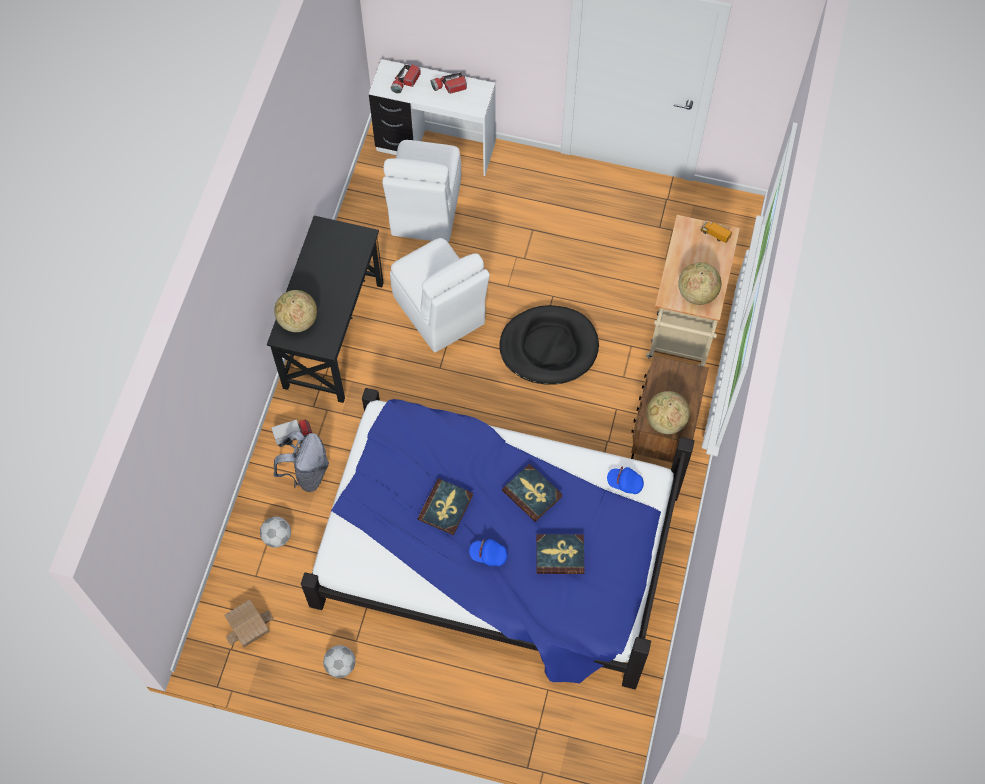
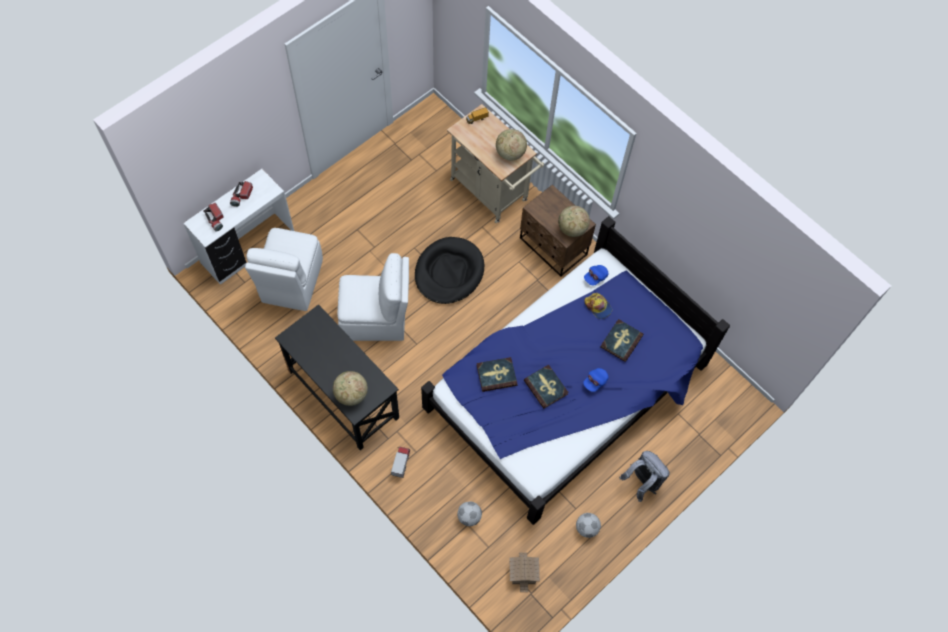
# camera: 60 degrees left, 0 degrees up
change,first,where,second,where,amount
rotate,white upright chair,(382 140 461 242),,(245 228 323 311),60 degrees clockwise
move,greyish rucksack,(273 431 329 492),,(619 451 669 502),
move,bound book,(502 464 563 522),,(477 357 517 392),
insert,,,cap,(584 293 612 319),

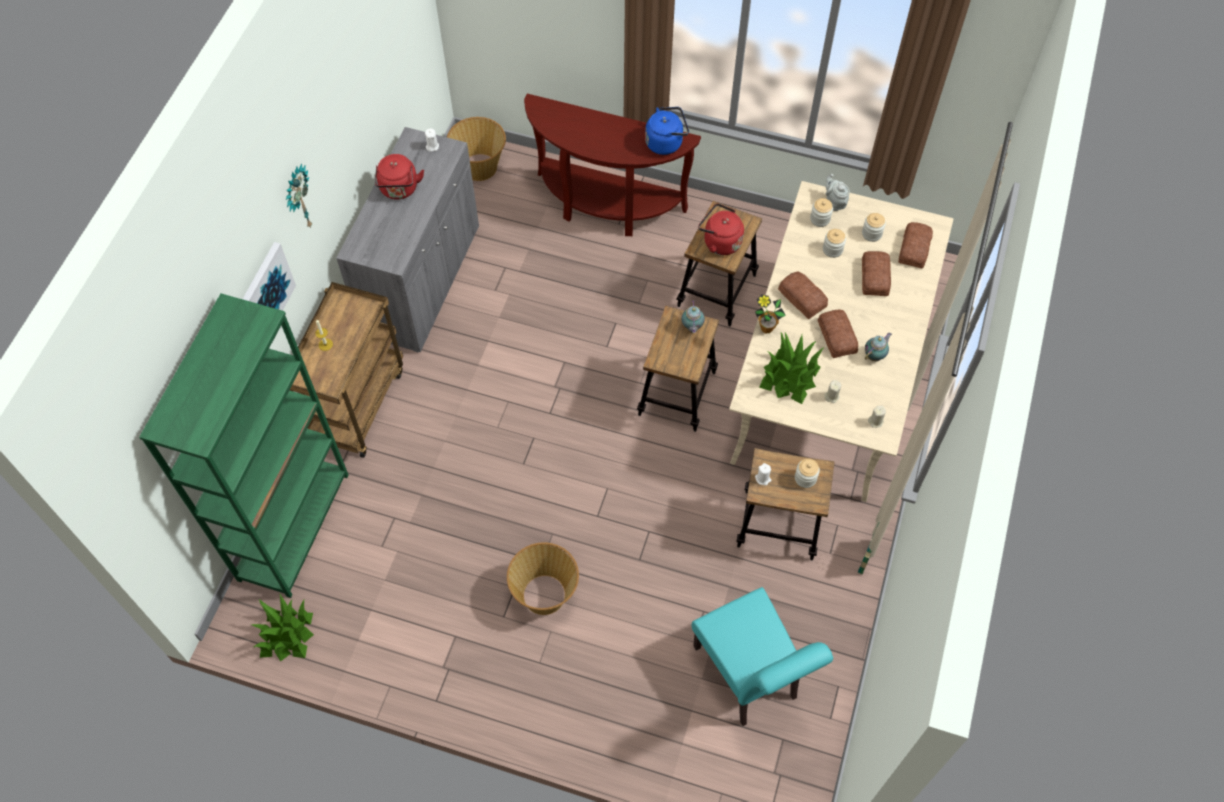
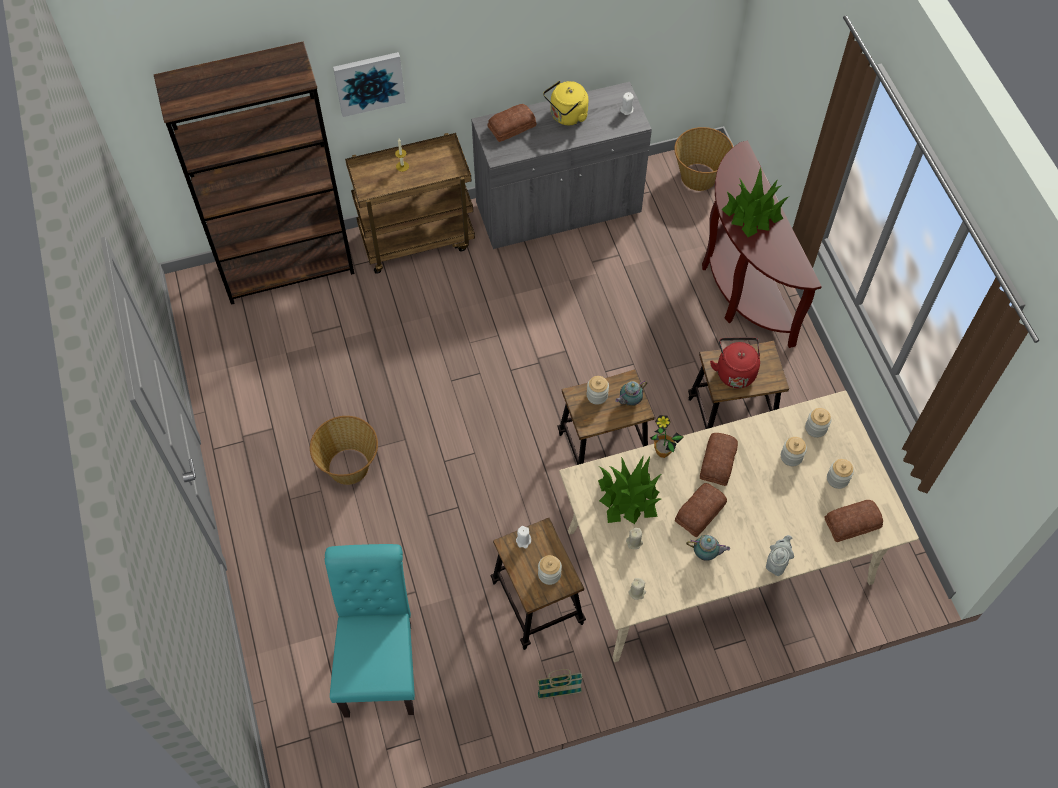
# camera: 55 degrees right, 0 degrees up
change,first,where,second,where,amount
delete,bluish tea kettle,(645 107 689 155),,,
recolor,reddish tea kettle,(375 154 424 200),yellow-coloured tea kettle,(543 81 588 125),
delete,hanging clock,(286 164 312 228),,,
move,greyish pot for tea,(826 174 850 211),,(766 535 794 576),
move,bread,(862 251 891 296),,(488 104 537 142),
recolor,greenish shelving unit,(139 294 349 598),brown-coloured shelving unit,(153 41 354 305),
rotate,turquoise-coloured upright chair,(692 587 833 726),,(325 544 415 718),150 degrees clockwise
move,plant in a pot,(252 594 314 661),,(721 167 788 237),
insert,,,jar,(587 376 609 405),

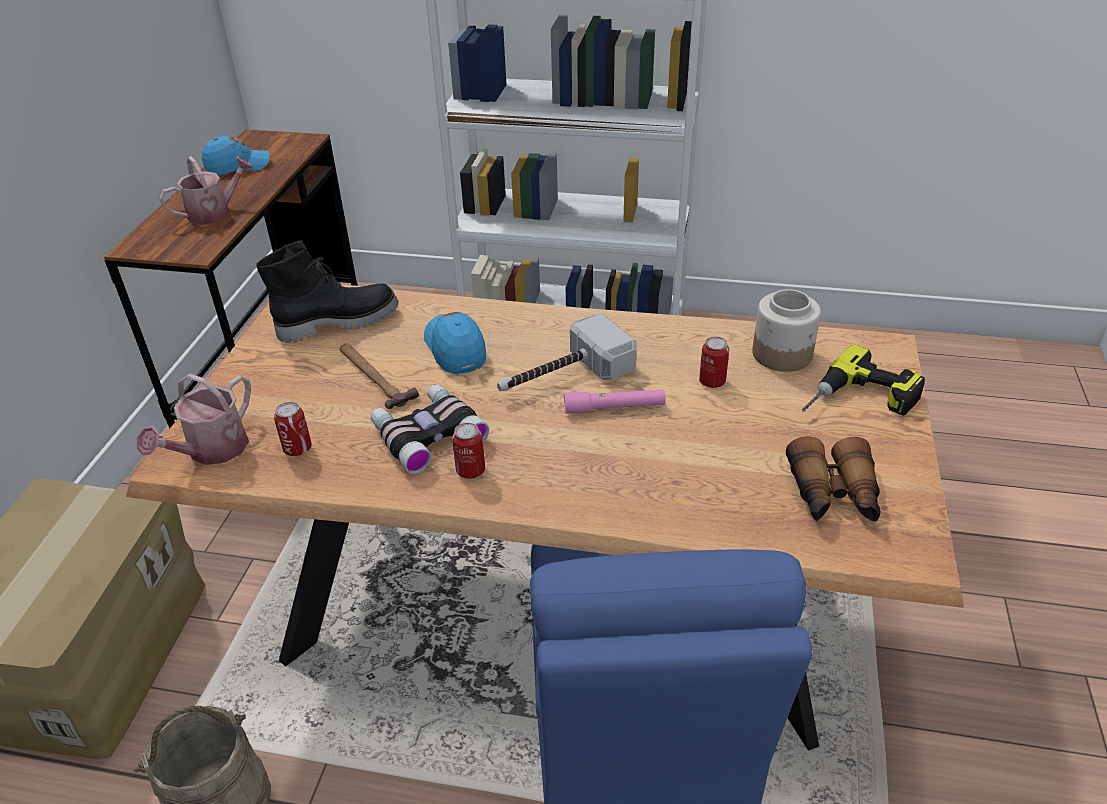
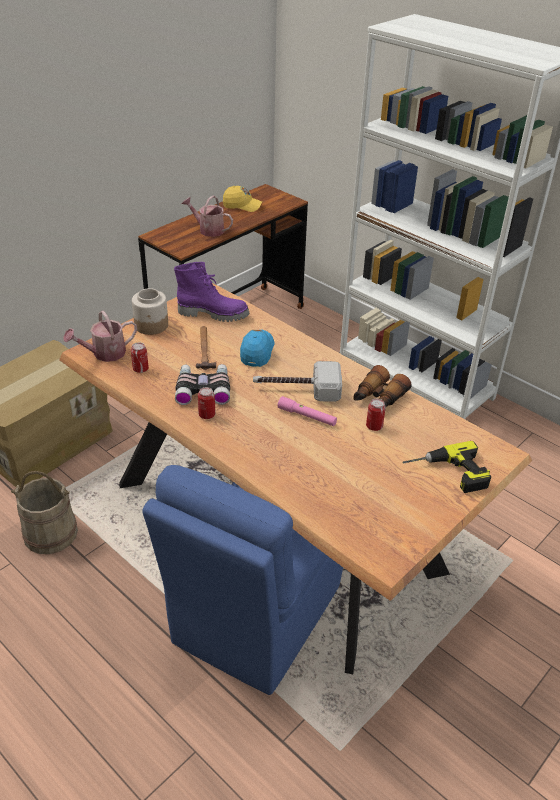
# camera: 30 degrees right, 0 degrees up
change,first,where,second,where,amount
recolor,bluish cap,(202 136 269 176),yellow-coloured cap,(223 186 262 212),
rotate,sprinkling can,(159 156 254 225),,(182 195 233 237),150 degrees counterclockwise
recolor,blackish tall boot,(256 240 399 343),purple-coloured tall boot,(174 262 249 322),
move,jar,(752 289 821 372),,(132 288 168 335),
move,binoculars,(786 436 881 522),,(354 365 412 407),

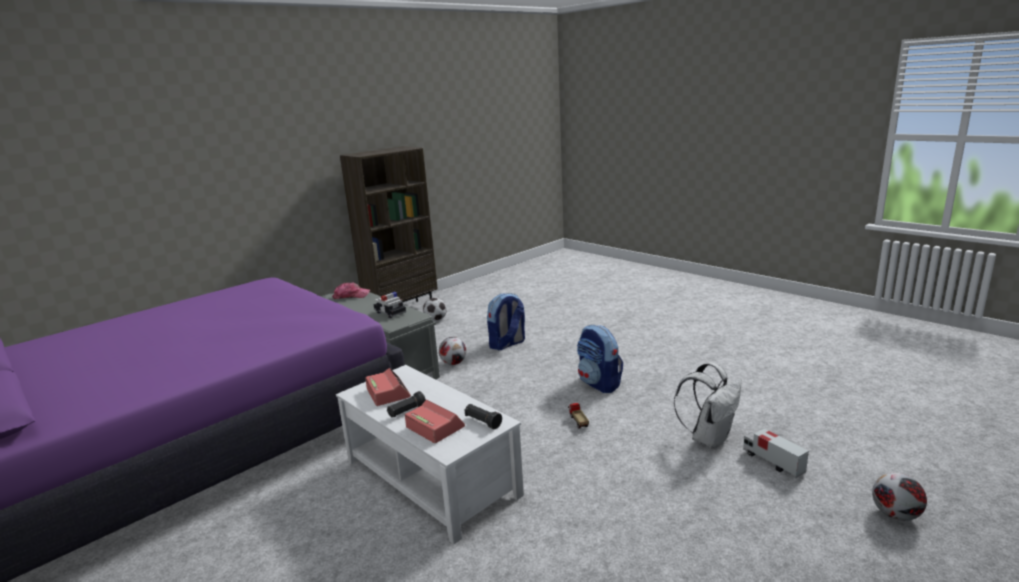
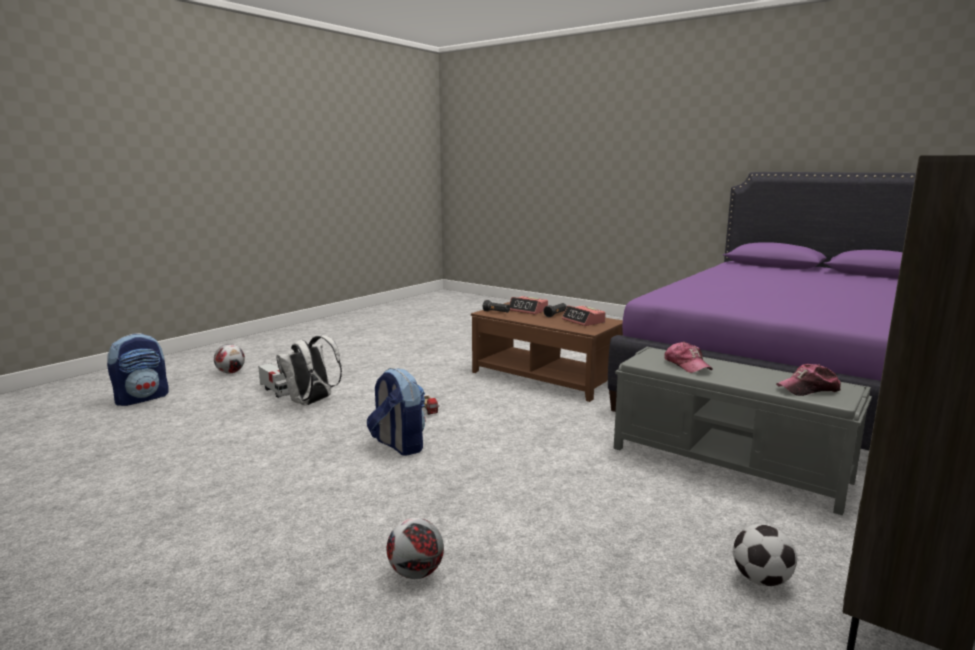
# camera: 170 degrees right, 5 degrees down
change,first,where,second,where,amount
replace,toy car,(373 292 406 318),cap,(664 342 713 373),
move,rucksack,(487 293 525 350),,(107 333 169 406),
move,ball for football,(439 337 466 365),,(387 518 444 579),
recolor,white low table,(336 365 524 544),brown-coloured low table,(471 302 623 402),

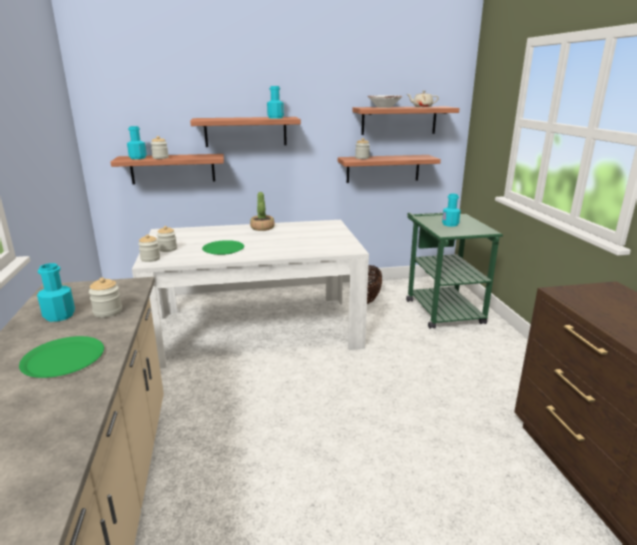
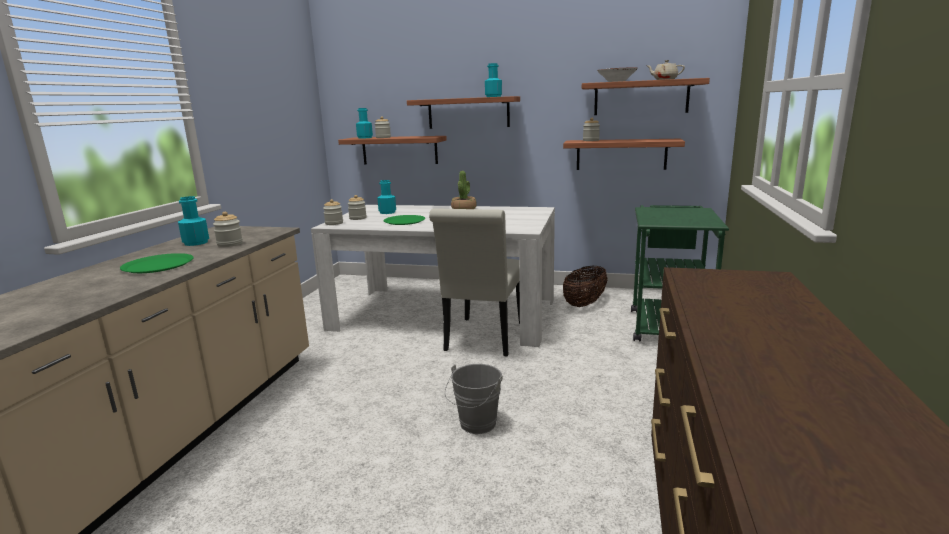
# camera: 25 degrees right, 5 degrees down
change,first,where,second,where,amount
move,turquoise-coloured drink bottle,(442 194 460 227),,(377 180 396 214),
insert,,,white upright chair,(429 208 520 357),
insert,,,greyish water bucket,(445 364 503 434),

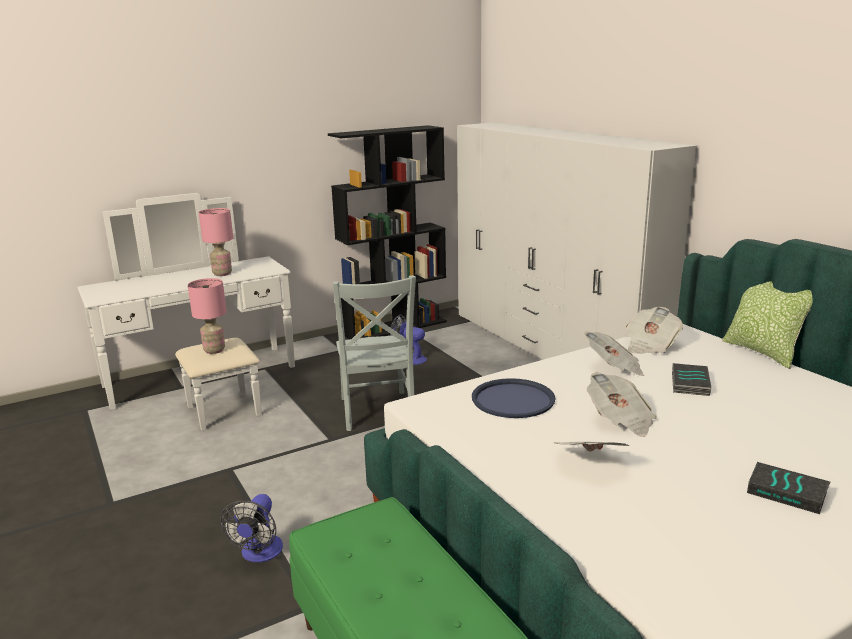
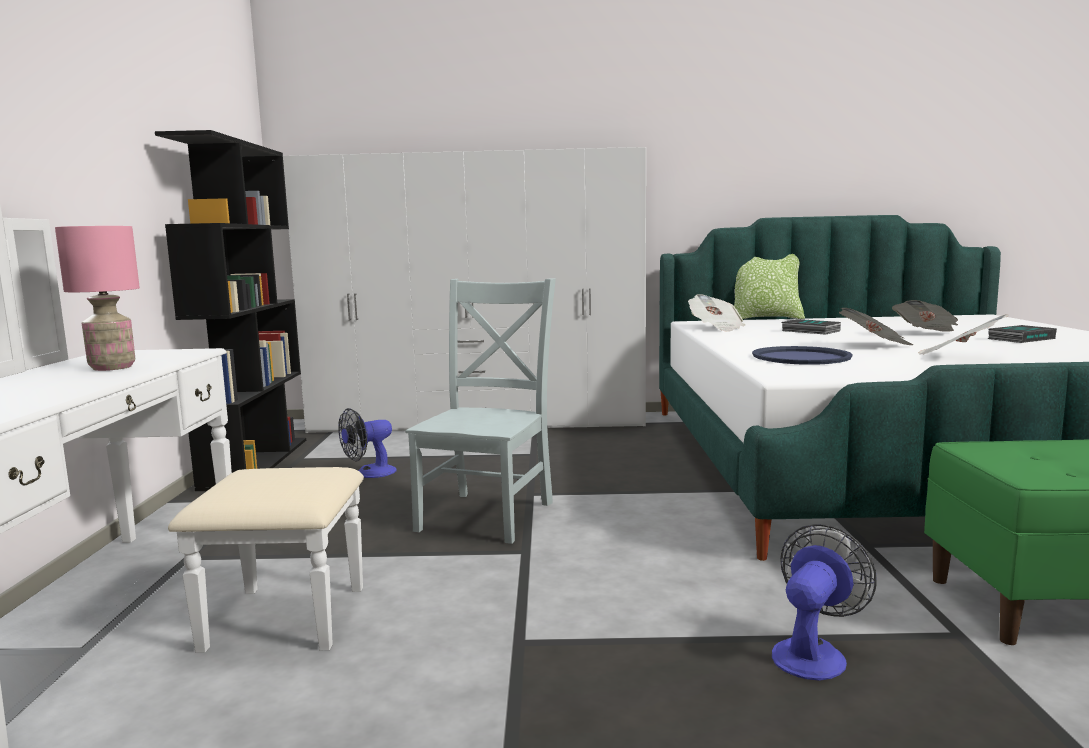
# camera: 60 degrees left, 10 degrees down
change,first,where,second,where,amount
rotate,greyish upright chair,(333 275 416 431),,(405 278 556 544),90 degrees counterclockwise
delete,pinkish tabletop lamp,(188 278 227 354),,,
move,newspaper,(585 332 644 376),,(892 300 958 332),
rotate,electric fan,(220 494 283 562),,(772 524 877 681),90 degrees counterclockwise

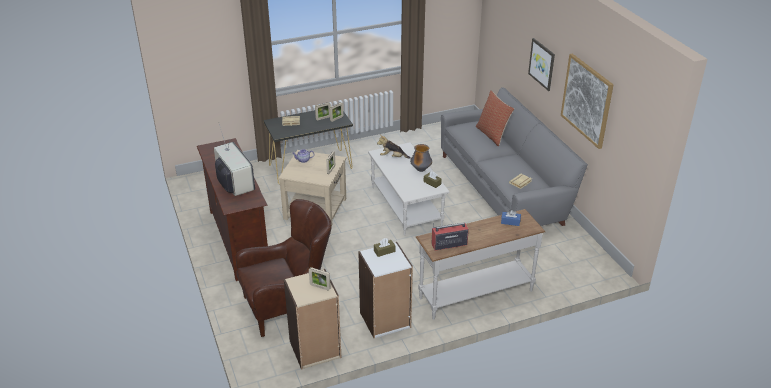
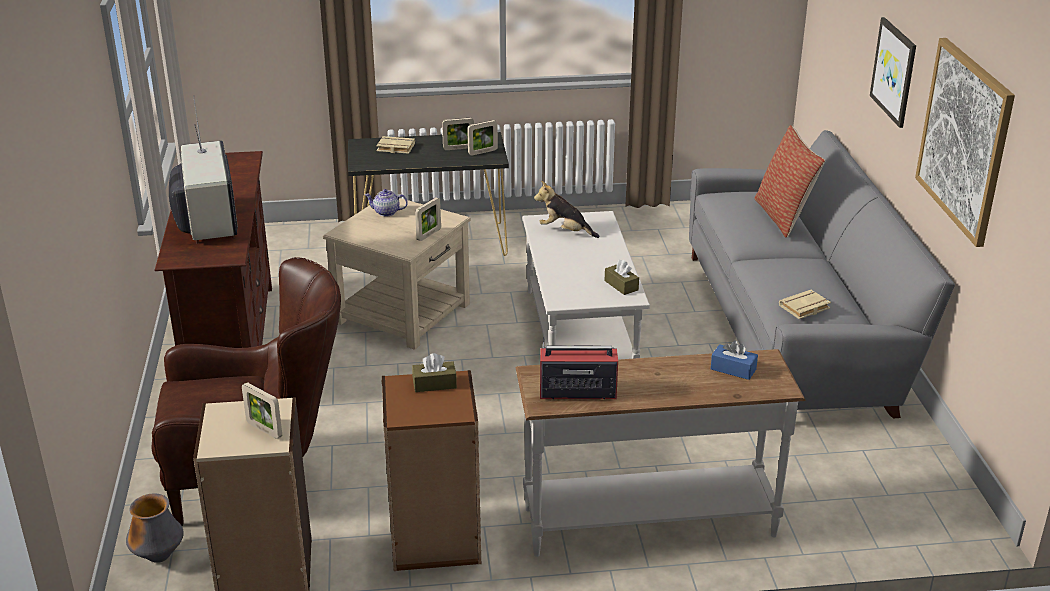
# camera: 15 degrees right, 5 degrees down
change,first,where,second,where,amount
move,vase,(410 144 432 172),,(126 494 184 563),
recolor,white shelving unit,(358 242 413 338),brown-coloured shelving unit,(382 370 481 571),

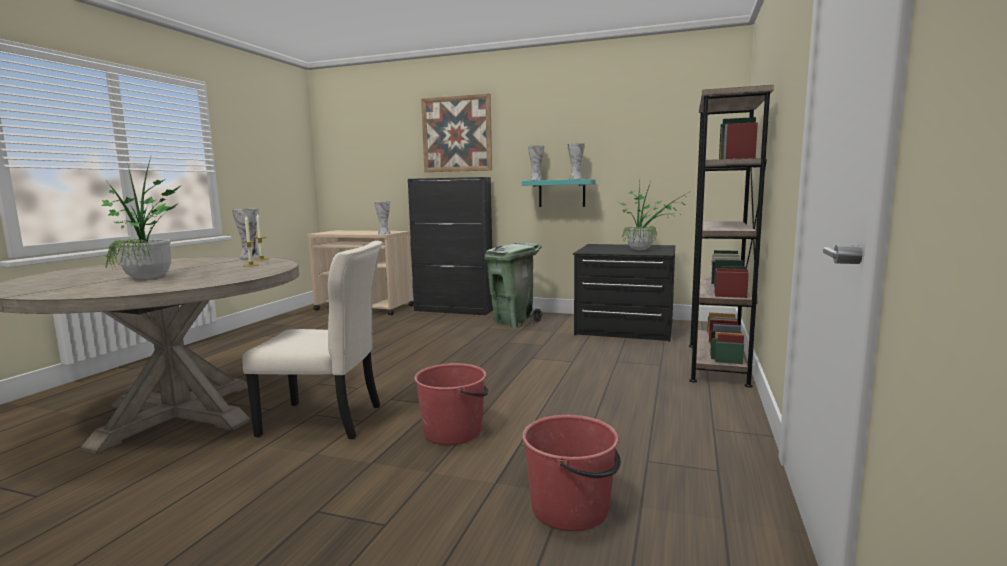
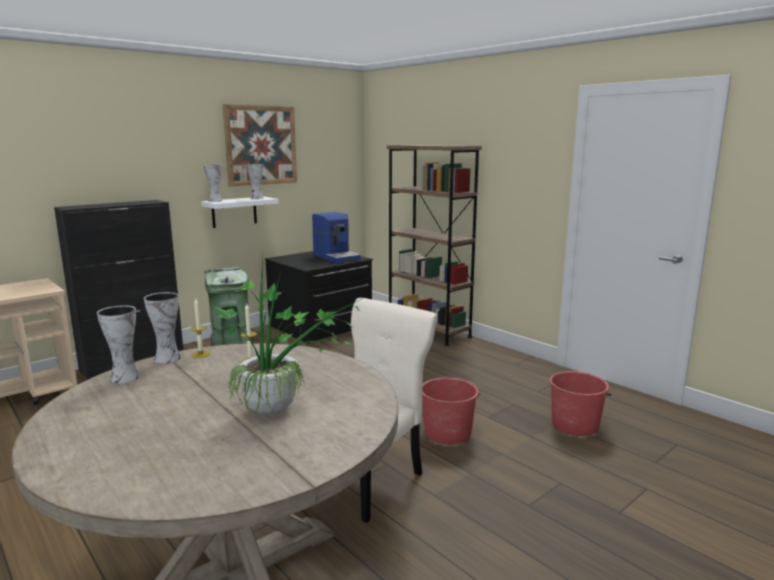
# camera: 60 degrees left, 5 degrees up
change,first,where,second,where,amount
move,wall art,(421 93 492 172),,(223 104 297 187),
recolor,turquoise-coloured shelf,(522 179 595 207),white shelf,(201 197 279 228),
replace,plant in a pot,(617 182 689 250),coffee maker,(312 212 360 263),
move,vase,(374 202 390 235),,(97 305 140 383),

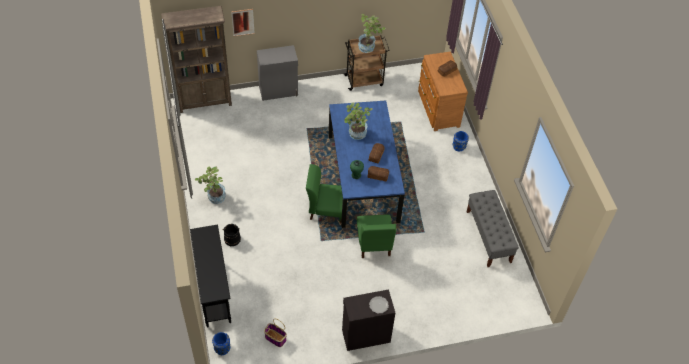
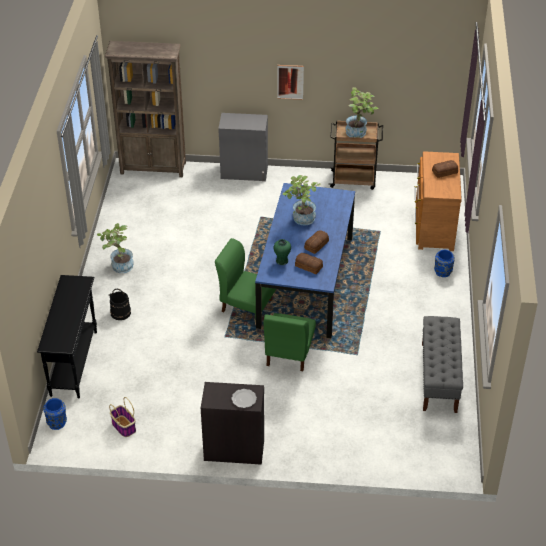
# camera: 20 degrees right, 10 degrees down
change,first,where,second,where,amount
move,wall art,(231 9 255 36),,(277 65 304 100),

